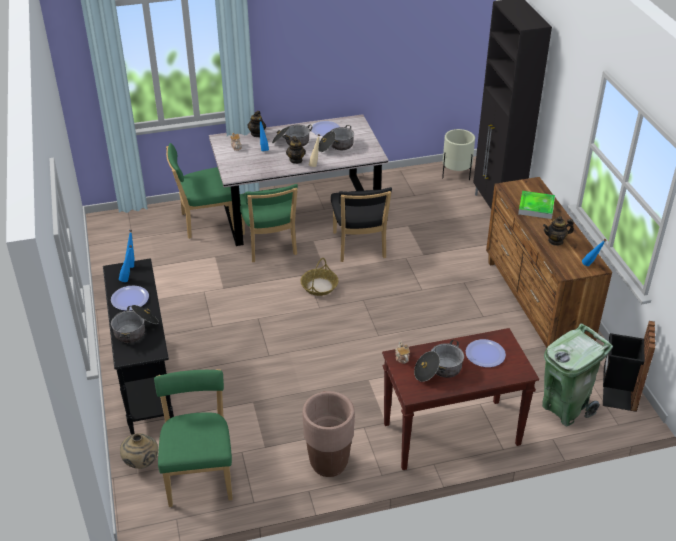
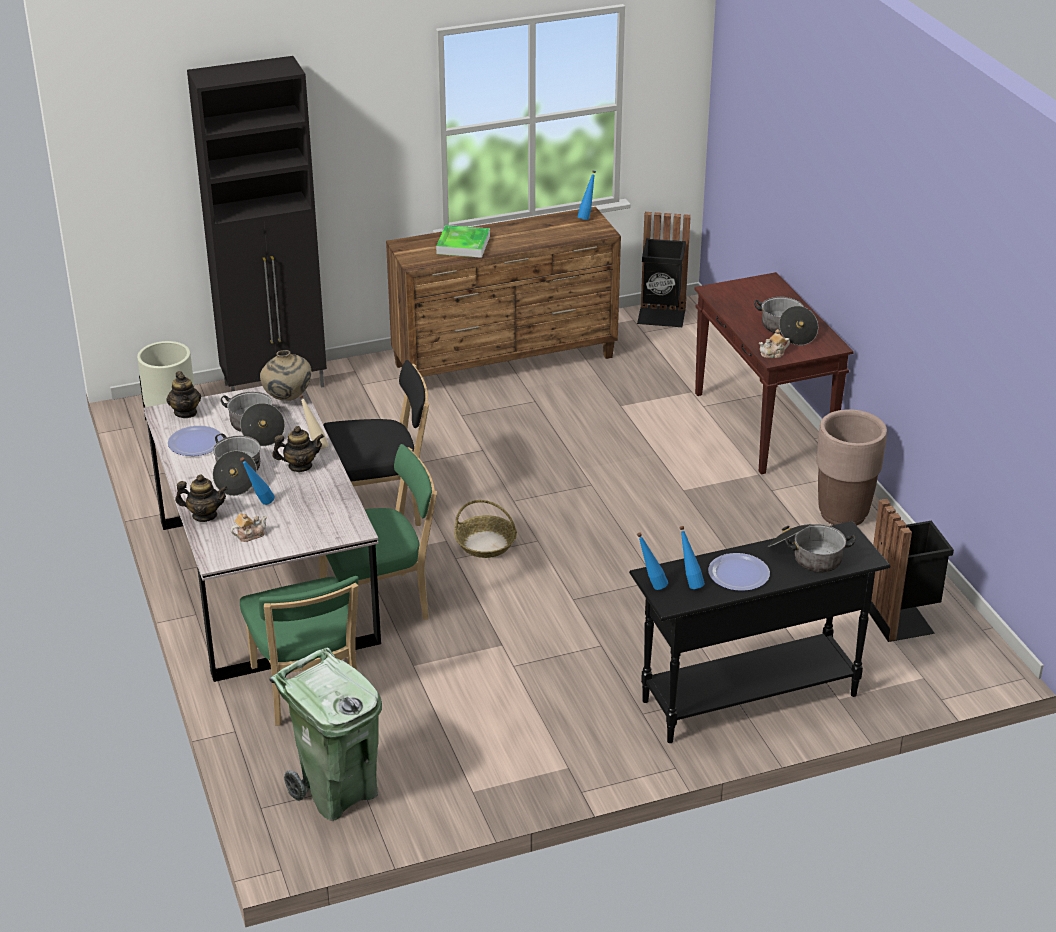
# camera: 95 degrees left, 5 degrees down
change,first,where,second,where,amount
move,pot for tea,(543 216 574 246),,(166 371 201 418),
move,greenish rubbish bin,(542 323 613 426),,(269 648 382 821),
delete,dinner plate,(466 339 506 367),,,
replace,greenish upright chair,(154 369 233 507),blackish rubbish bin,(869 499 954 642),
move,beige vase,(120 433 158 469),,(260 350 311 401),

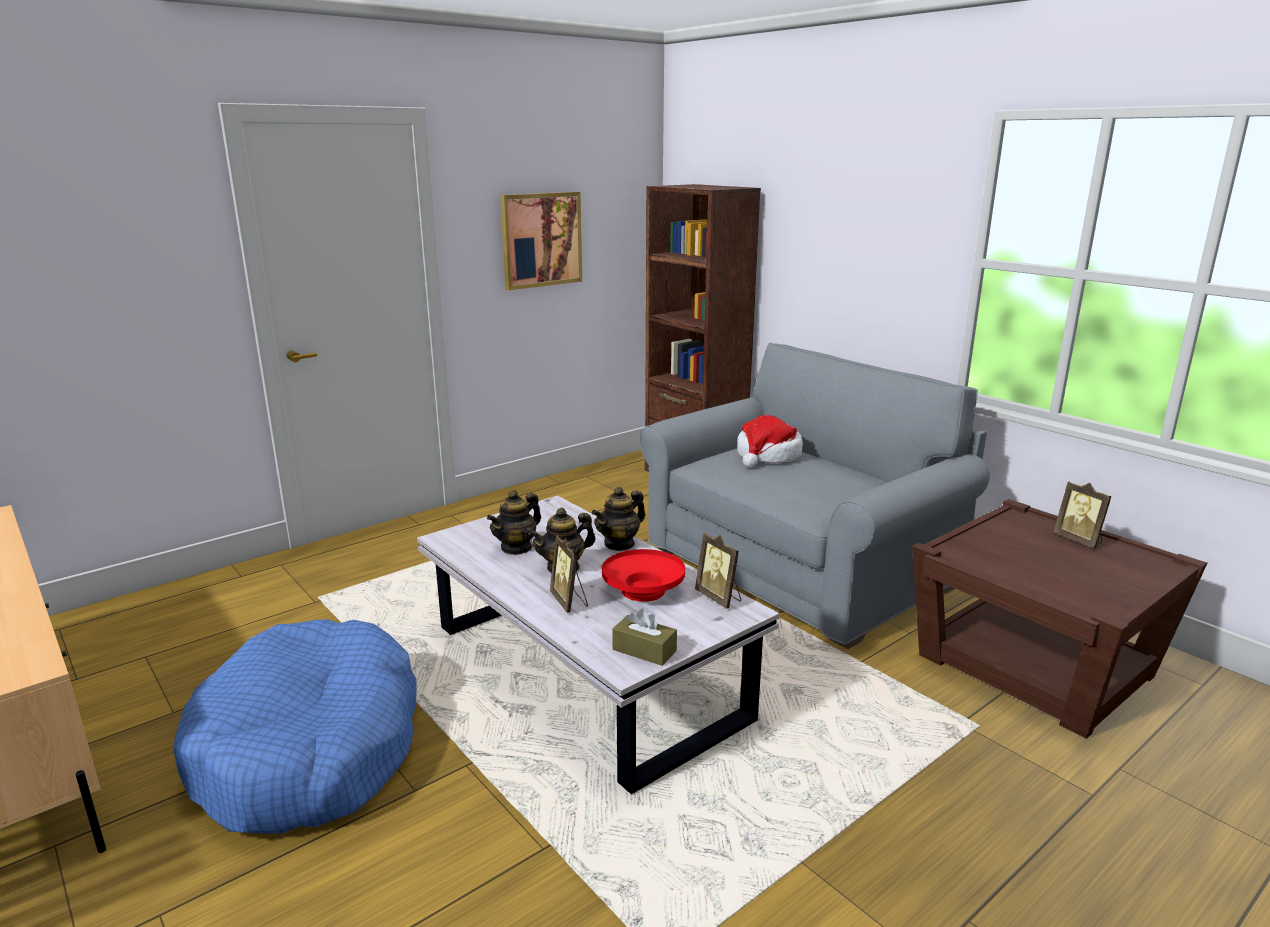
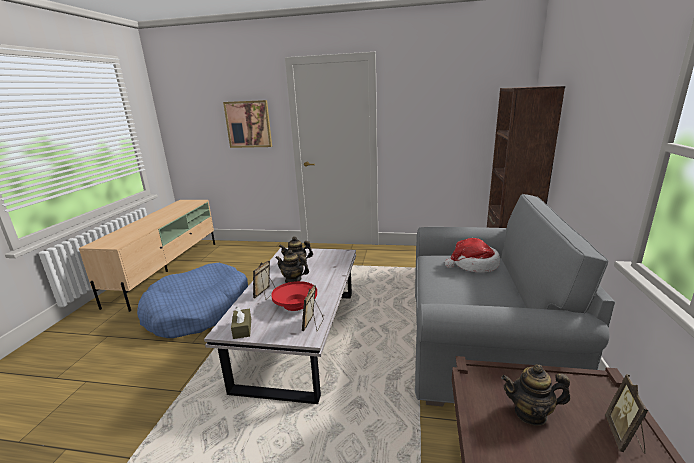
# camera: 50 degrees right, 0 degrees up
change,first,where,second,where,amount
move,wall art,(500 192 582 290),,(223 100 272 148),
move,pot for tea,(592 487 645 551),,(501 364 570 426),

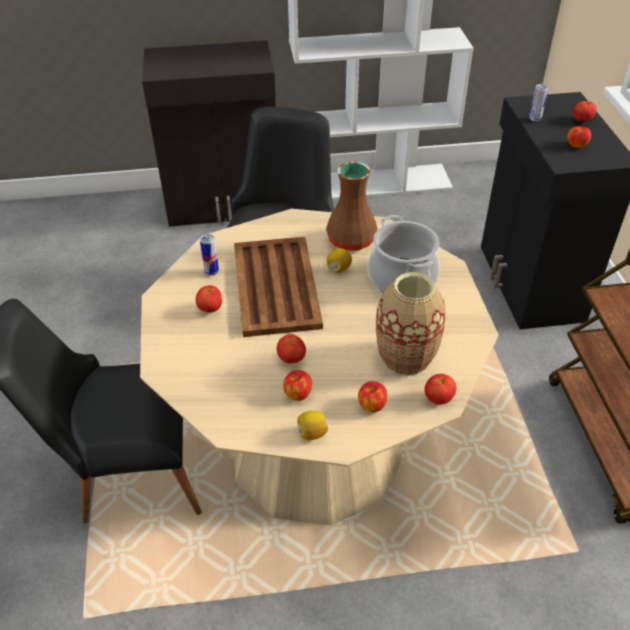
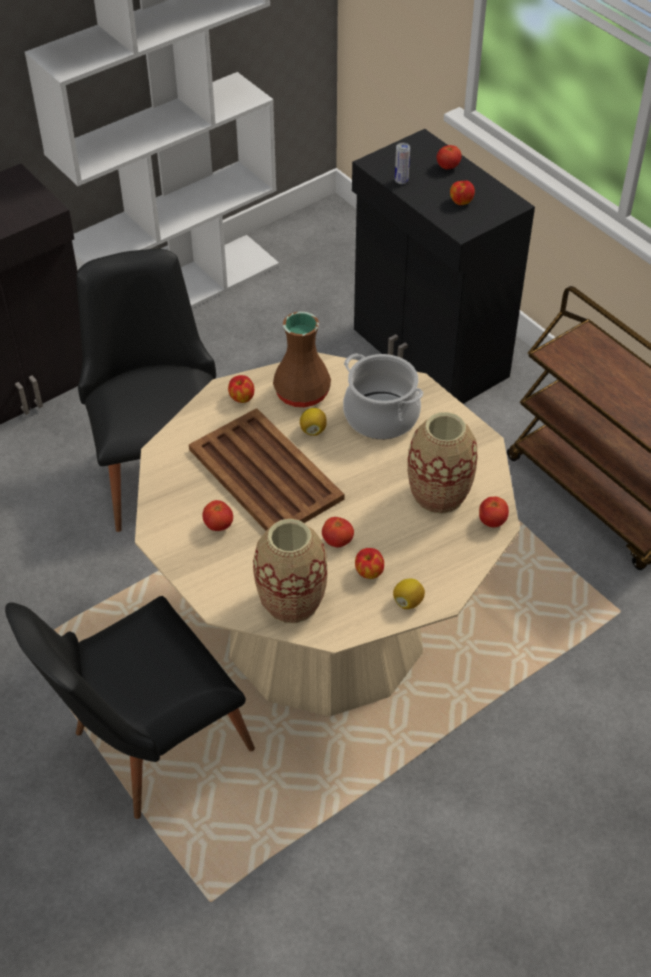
# camera: 30 degrees left, 5 degrees up
change,first,where,second,where,amount
delete,metal can,(200 234 219 276),,,
move,apple,(358 381 387 413),,(228 375 254 403),
insert,,,vase,(253 519 327 624),

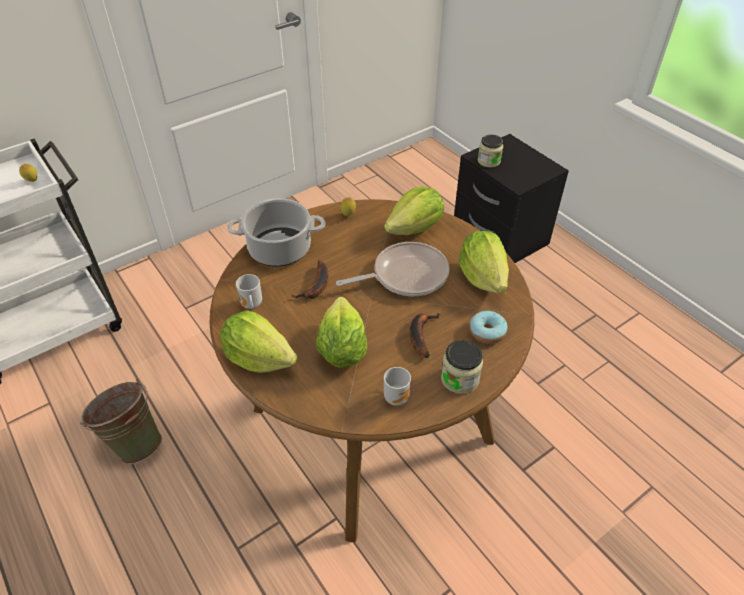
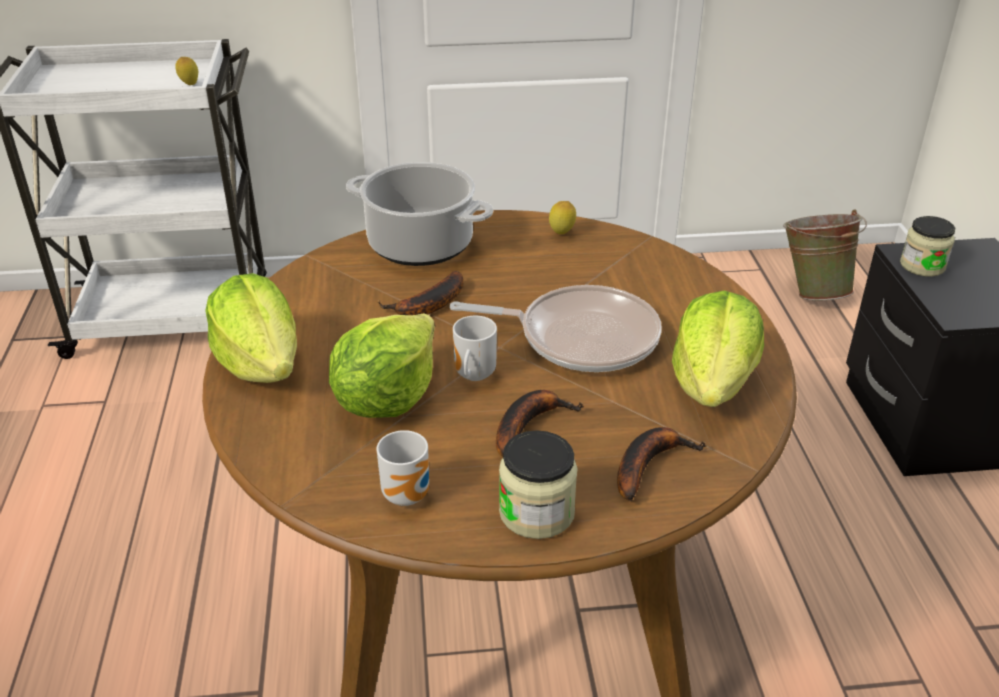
# camera: 30 degrees right, 10 degrees down
change,first,where,second,where,amount
delete,head of lettuce,(384 186 444 235),,,
move,tea mug,(236 274 262 309),,(453 316 497 381),
replace,ring doughnut,(469 311 508 344),banana,(617 427 707 501),
move,greenish water bucket,(80 379 162 464),,(783 209 867 300),

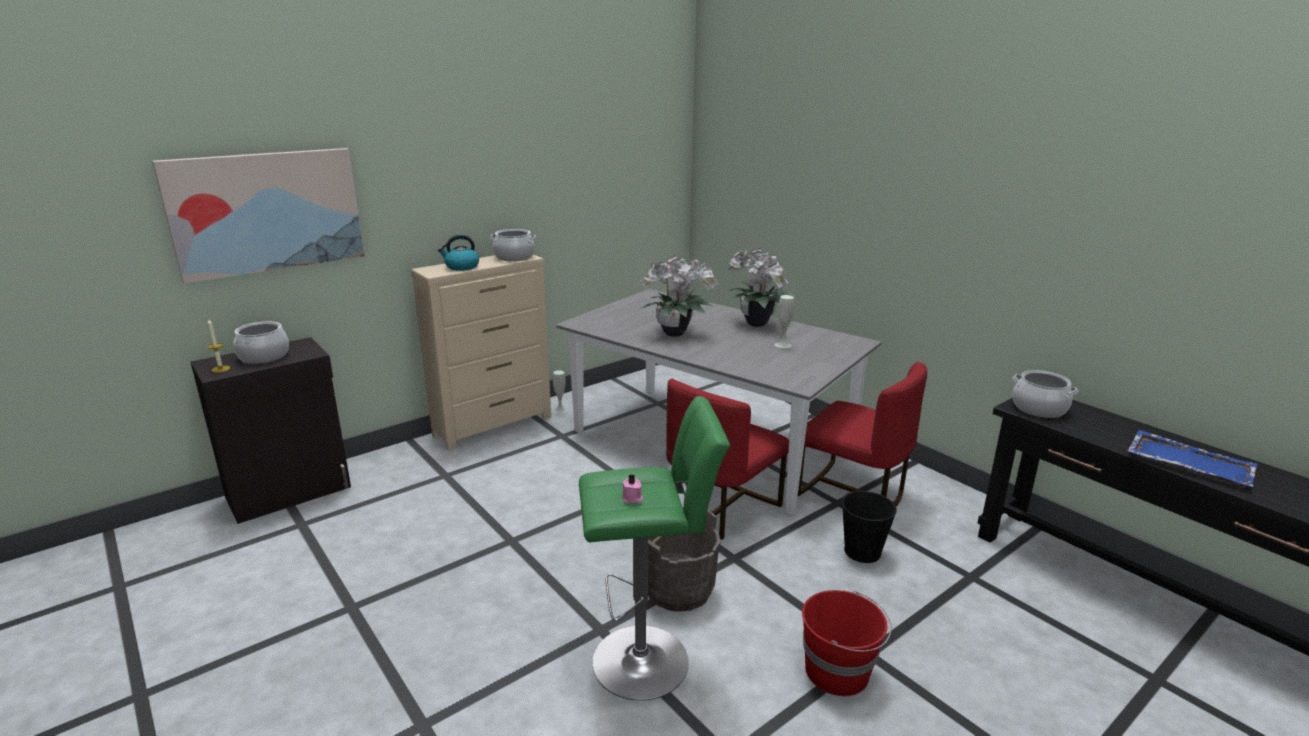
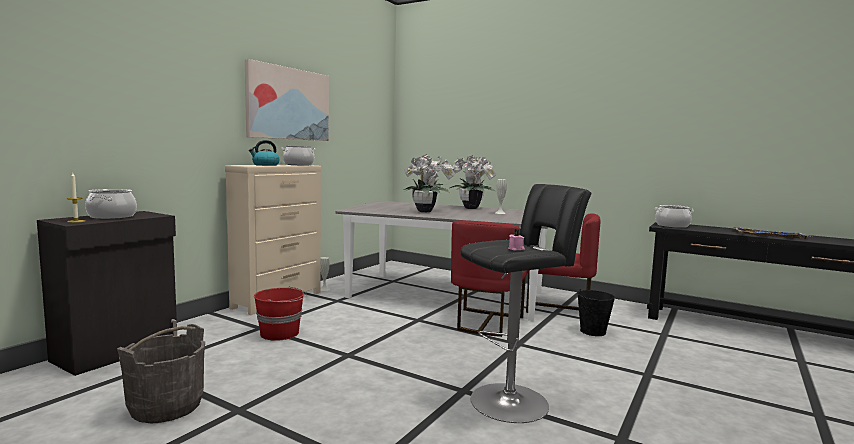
# camera: 20 degrees left, 15 degrees down
change,first,where,second,where,amount
move,wall art,(152 148 365 284),,(245 59 329 141),
recolor,greenish stool,(579 396 730 701),blackish stool,(460 184 592 423),
move,greyish water bucket,(648 510 720 612),,(117 324 205 423),
move,reddish water bucket,(802 590 891 696),,(254 286 307 341),

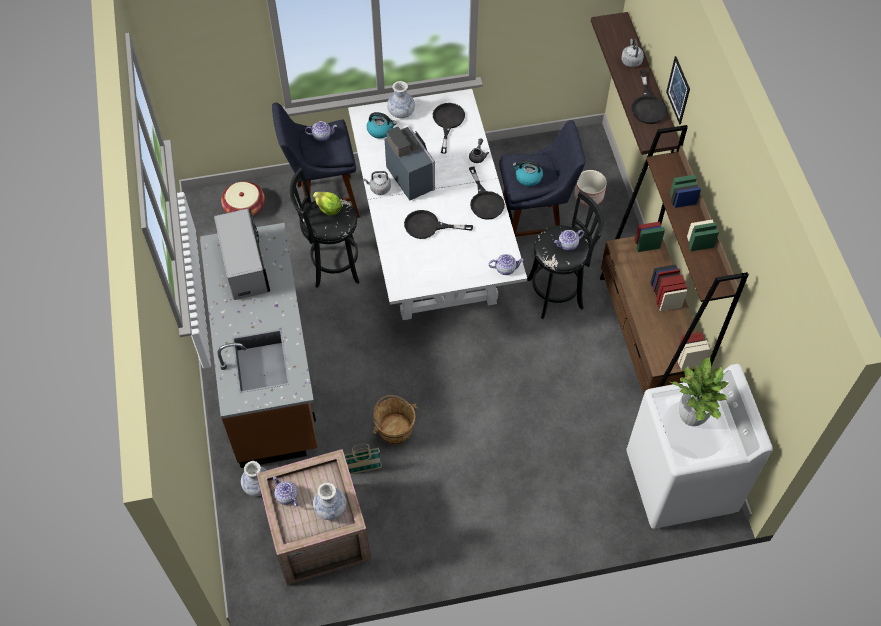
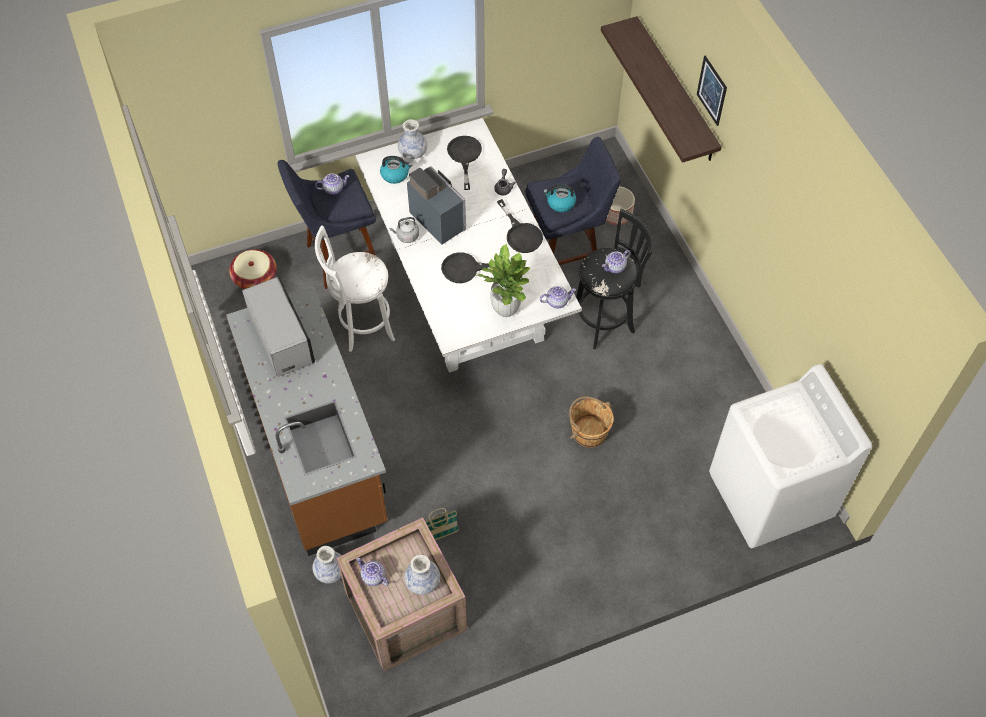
# camera: 10 degrees left, 0 degrees up
change,first,where,second,where,amount
delete,greyish tea kettle,(621 39 644 67),,,
delete,blackish skillet,(631 70 667 124),,,
delete,brown-coloured shelving unit,(600 125 749 396),,,
recolor,blackish stool,(290 167 360 288),white stool,(315 225 395 352),
delete,head of lettuce,(313 192 342 215),,,
move,plant in a pot,(671 357 729 426),,(477 244 531 317),
move,brown-coloured water bucket,(371 395 419 445),,(569 396 614 448),

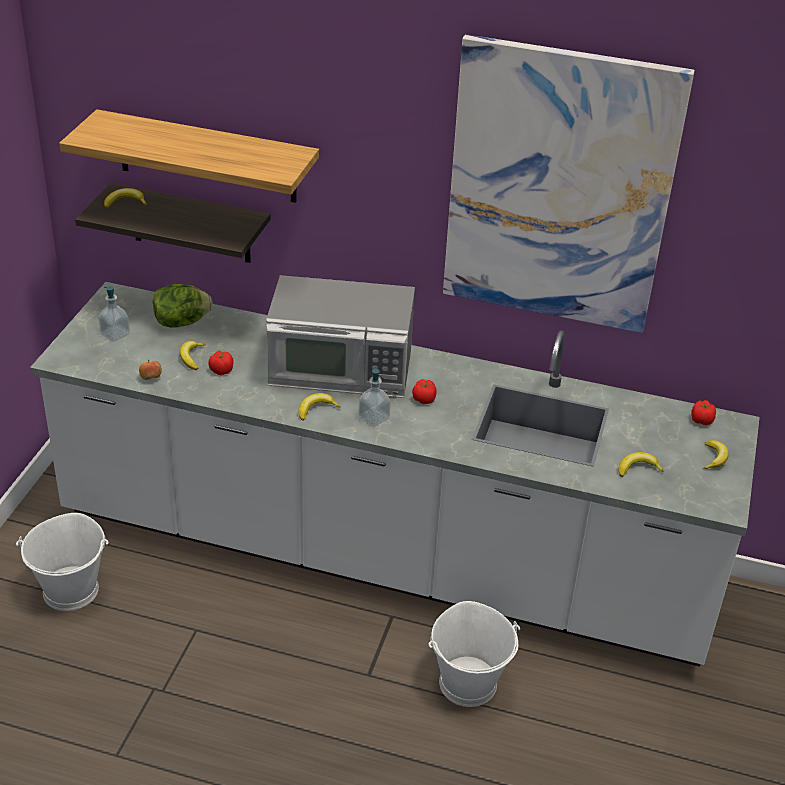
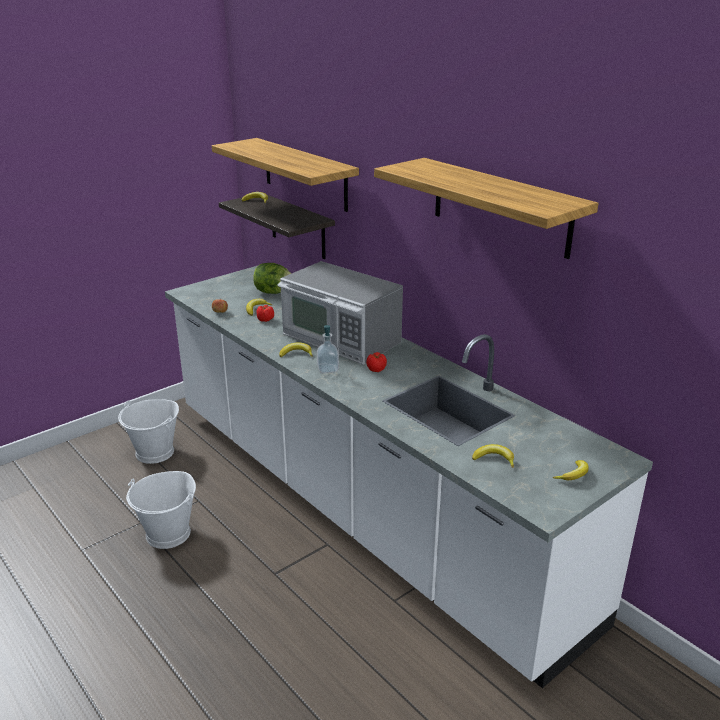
# camera: 35 degrees right, 10 degrees down
change,first,where,second,where,amount
replace,wall art,(443 34 695 333),shelf,(374 158 599 259),
delete,soap bottle,(98 286 130 342),,,
delete,fresh tomato,(691 400 716 425),,,
move,white water bucket,(429 601 520 707),,(126 471 196 549),

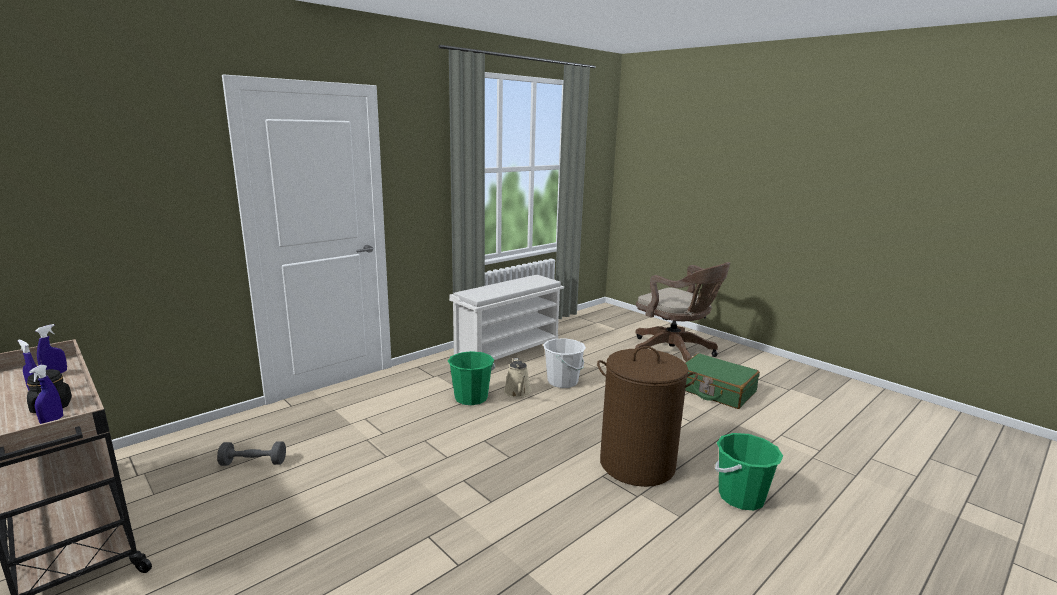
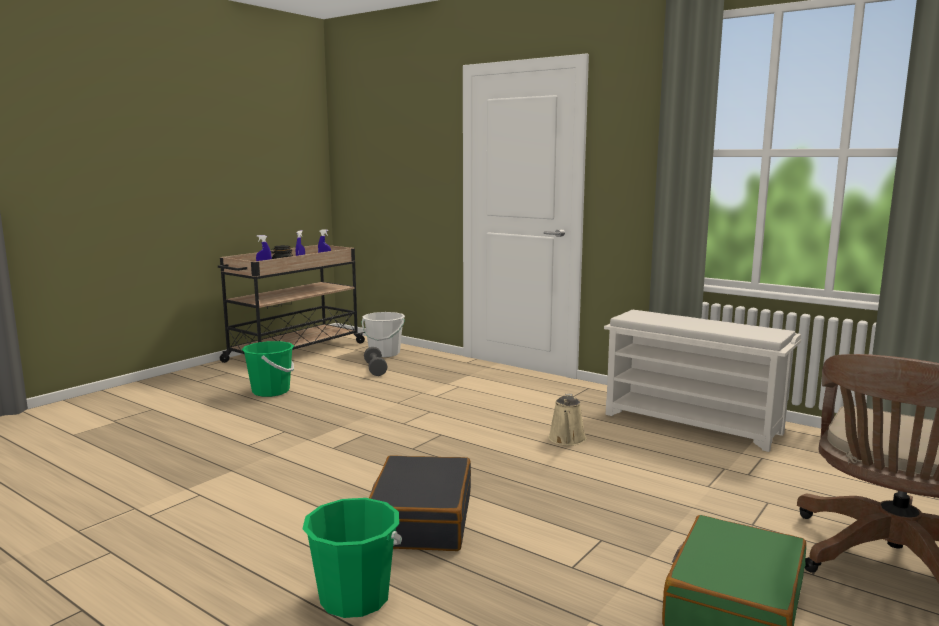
# camera: 80 degrees right, 5 degrees down
change,first,where,second,where,amount
move,white water bucket,(543 338 586 388),,(362 312 405 357),
replace,brown-coloured laundry basket,(597 346 698 487),blackish piece of luggage,(369 455 471 551),
move,greenish water bucket,(448 351 495 406),,(242 341 294 397),
rotate,beige sprinkling can,(504 358 532 398),,(548 394 587 446),60 degrees counterclockwise

